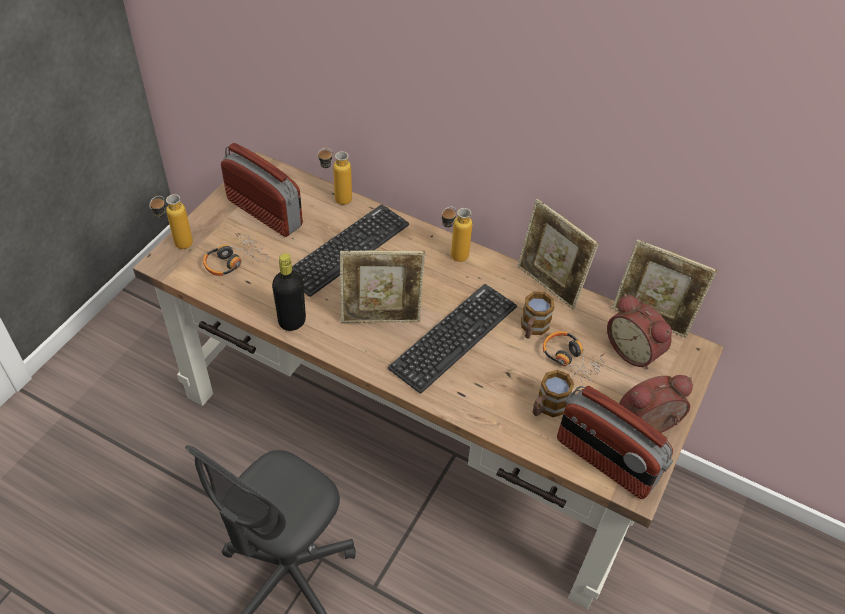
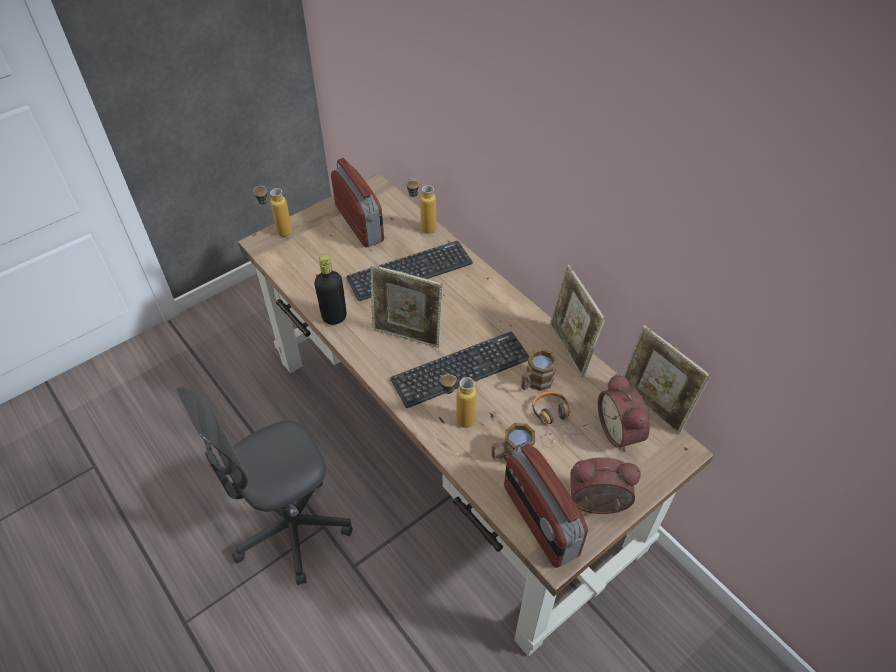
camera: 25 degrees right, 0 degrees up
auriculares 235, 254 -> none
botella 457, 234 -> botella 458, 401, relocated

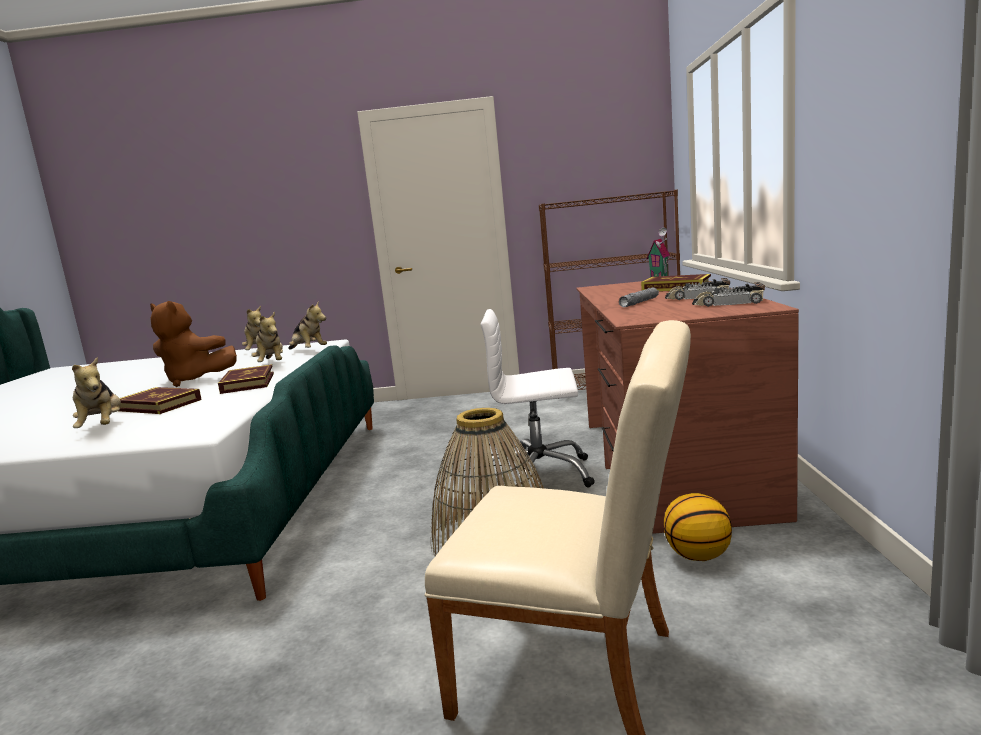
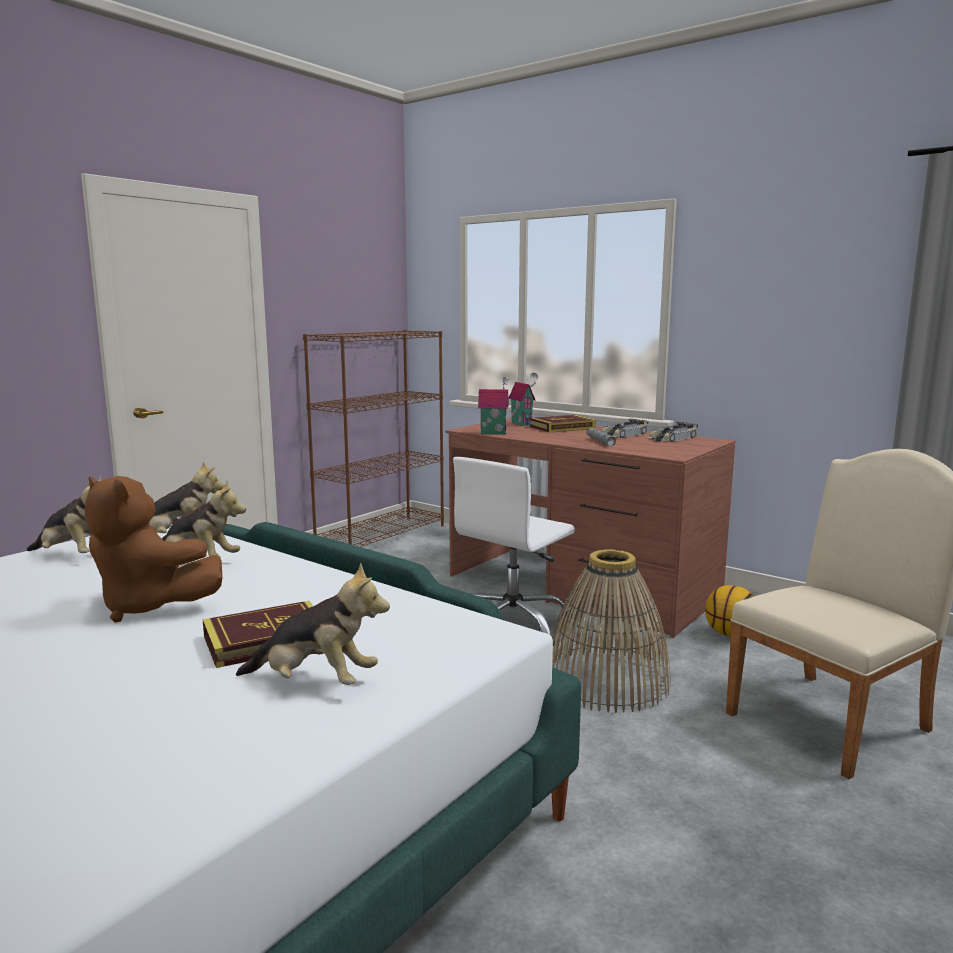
camera: 55 degrees left, 0 degrees up
libro 246, 379 -> none
none -> casita 493, 406
peluche [marrón] 193, 344 -> peluche [marrón] 154, 549, 60 degrees clockwise

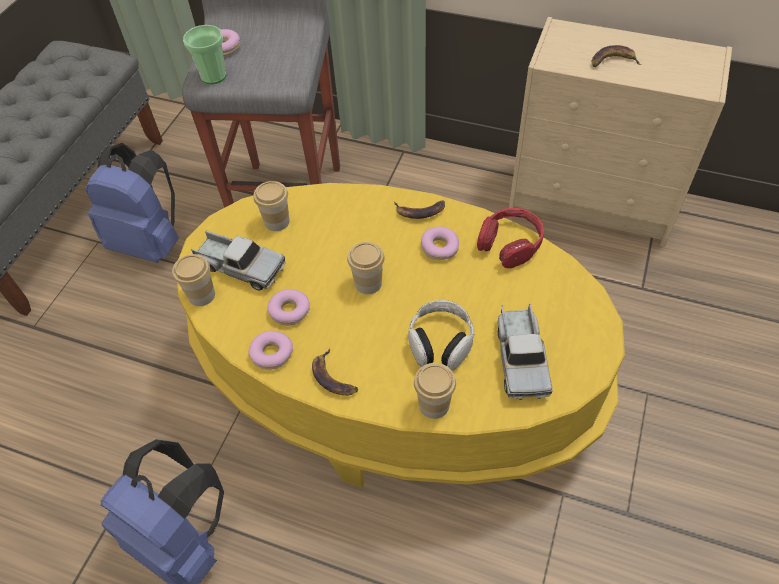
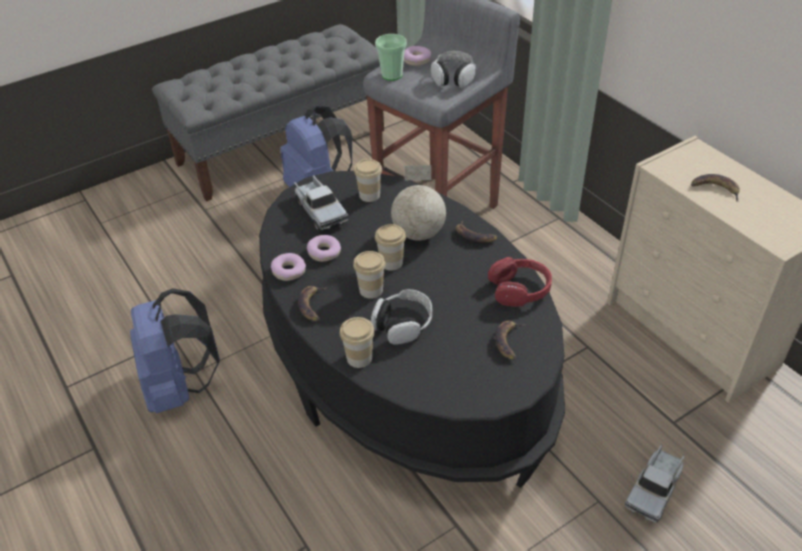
camera: 35 degrees right, 10 degrees down
rosquilla 440, 243 -> none
none -> globo terráqueo 418, 202
none -> auriculares 454, 69
none -> plátano 510, 340
taza 193, 280 -> taza 369, 275, relocated
camión de juguete 525, 352 -> camión de juguete 654, 483, relocated
mesa de centro [amarillo] 401, 335 -> mesa de centro [negro] 412, 329

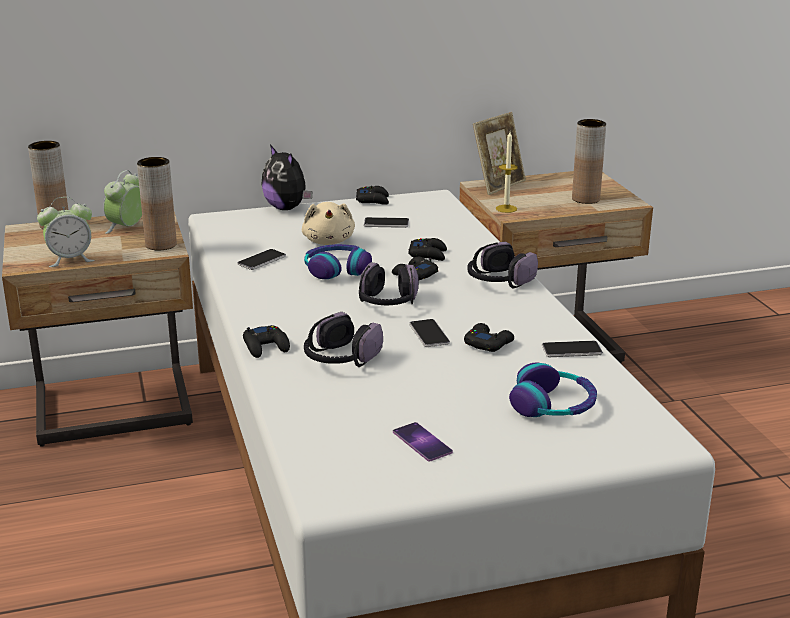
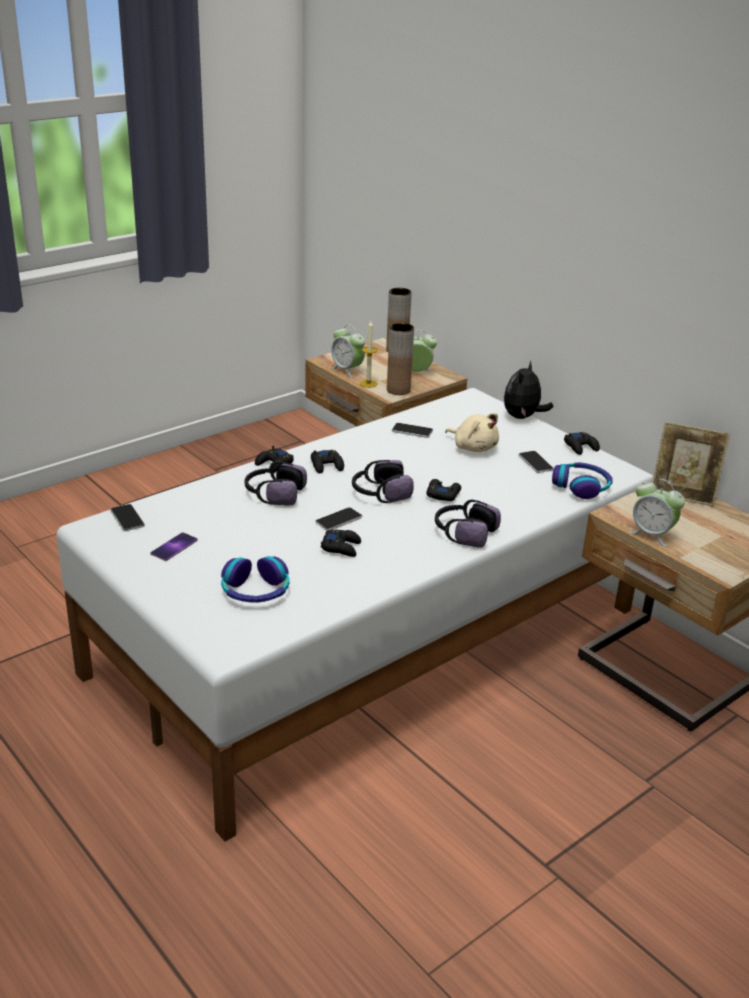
camera: 65 degrees right, 5 degrees up
florero [marrón] 589, 161 -> none
none -> despertador 656, 512
auriculares 338, 261 -> auriculares 582, 480, relocated
mando de consola [negro] 427, 249 -> mando de consola [negro] 327, 462, relocated
vela 507, 172 -> vela 369, 354, relocated
móvil 572, 349 -> móvil 127, 517, relocated
peluche [beis] 328, 223 -> peluche [beis] 472, 432, 105 degrees counterclockwise

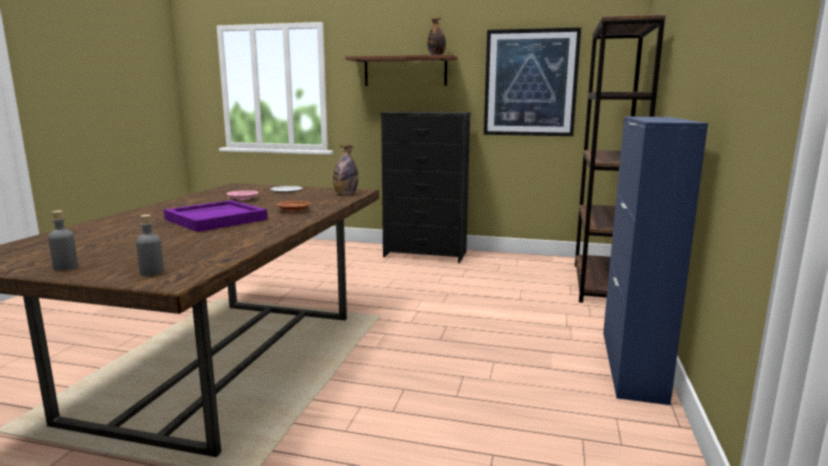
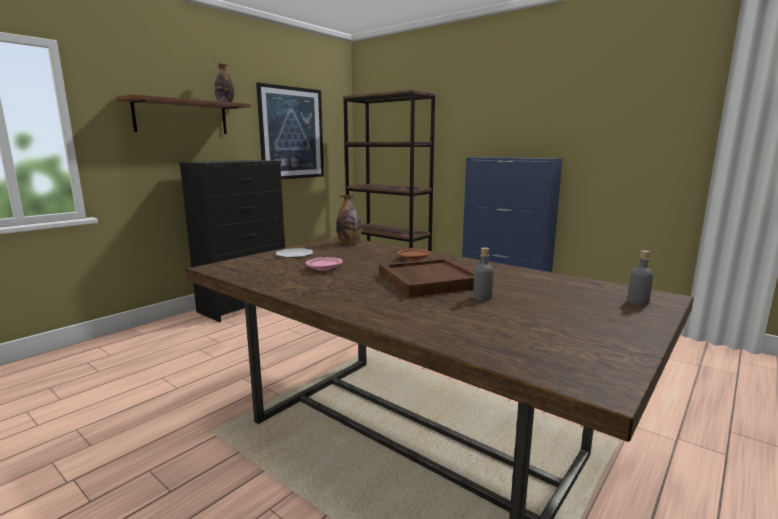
camera: 65 degrees left, 0 degrees up
botella [gris] 63, 240 -> botella [gris] 483, 274, relocated
bandeja [morado] 216, 216 -> bandeja [marrón] 426, 278

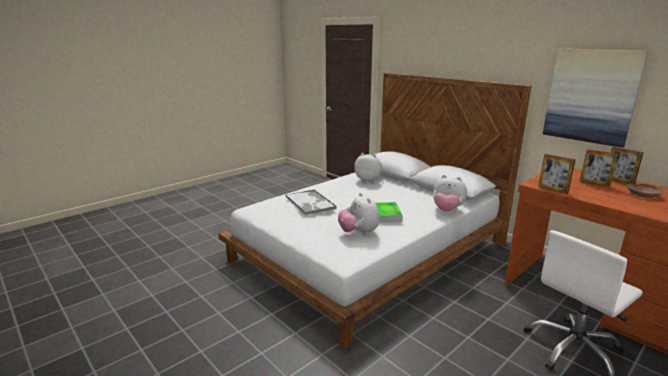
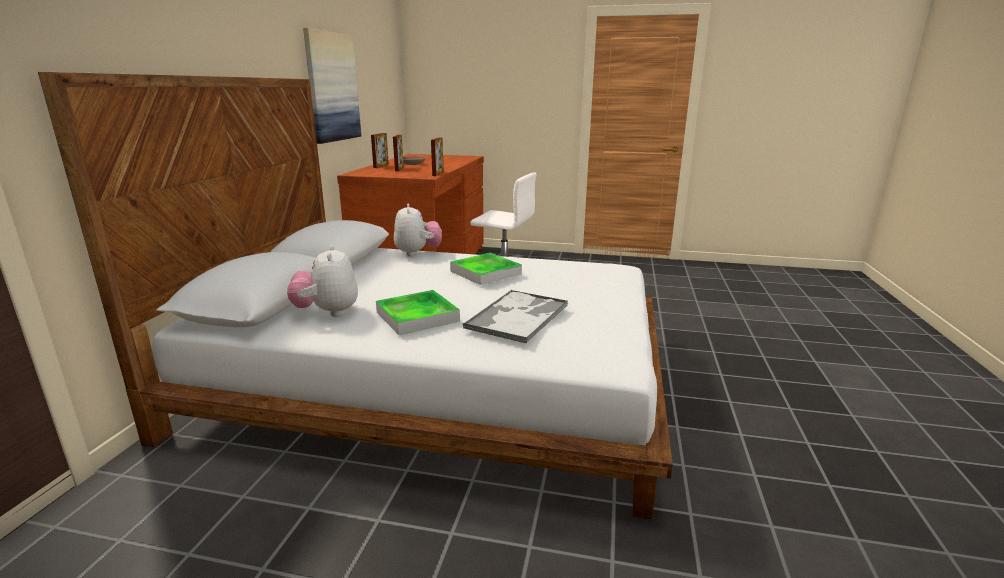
camera: 125 degrees left, 0 degrees up
peluche 359, 214 -> none
none -> bandeja 418, 312

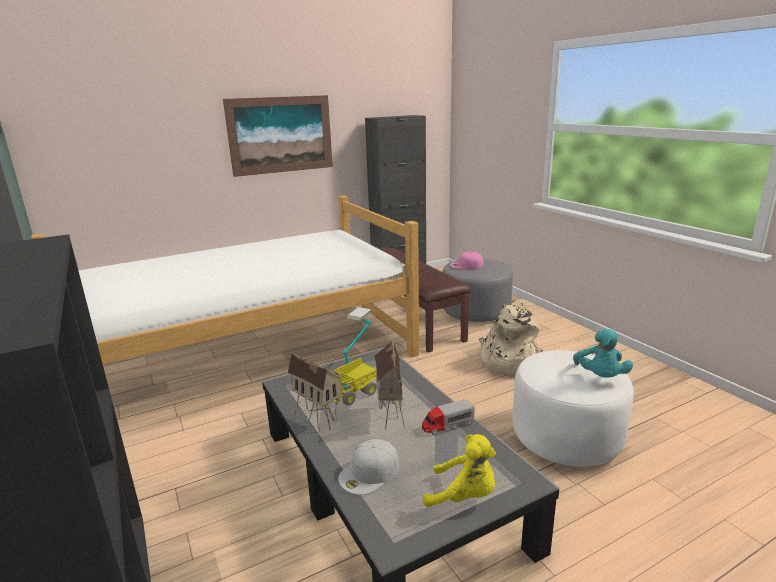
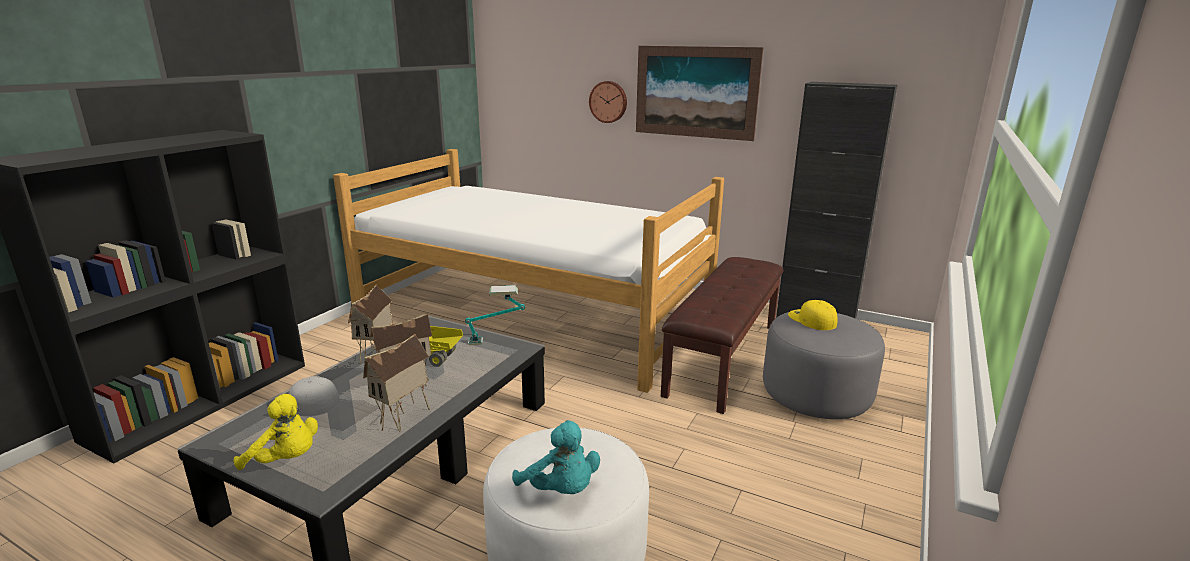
camera: 55 degrees right, 0 degrees up
mochila [beis] 511, 337 -> none
none -> reloj de pared 608, 102
camión de juguete 448, 417 -> casita 396, 383
gorra [rosa] 466, 260 -> gorra [amarillo] 813, 315
peluche [amarillo] 459, 470 -> peluche [amarillo] 276, 432, 60 degrees counterclockwise
peluche [turquesa] 603, 353 -> peluche [turquesa] 556, 457, 105 degrees counterclockwise

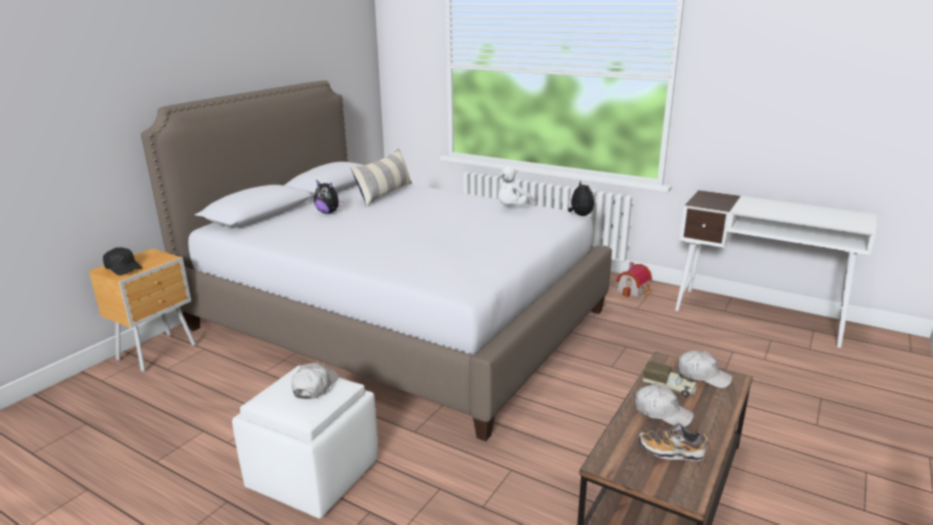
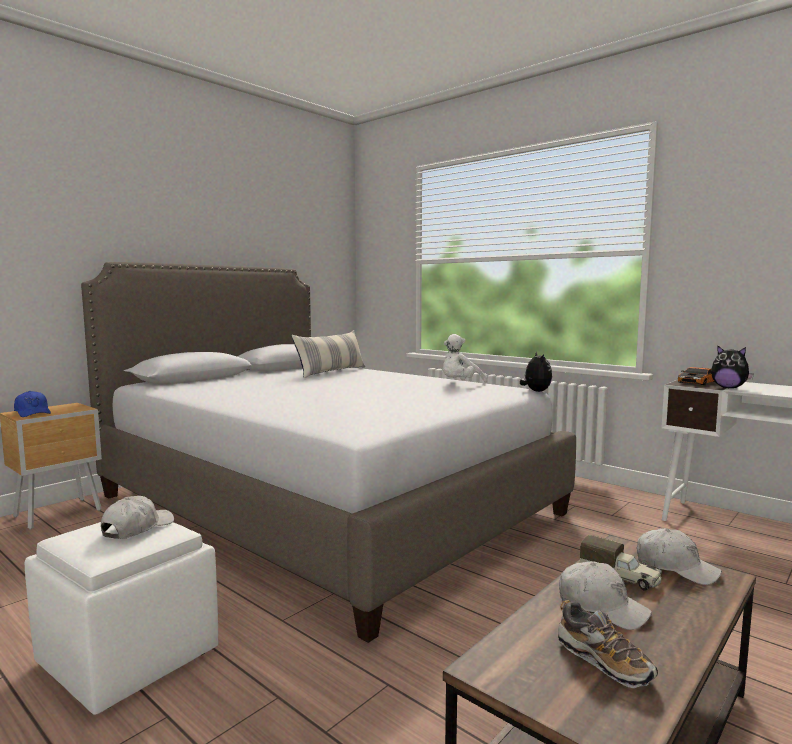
camera: 10 degrees right, 15 degrees down
casita 634, 280 -> none
none -> coche de juguete 696, 376
peluche 329, 197 -> peluche 732, 367, relocated
gorra [negro] 123, 261 -> gorra [azul] 32, 404
zapato 673, 442 -> zapato 608, 644, 150 degrees counterclockwise

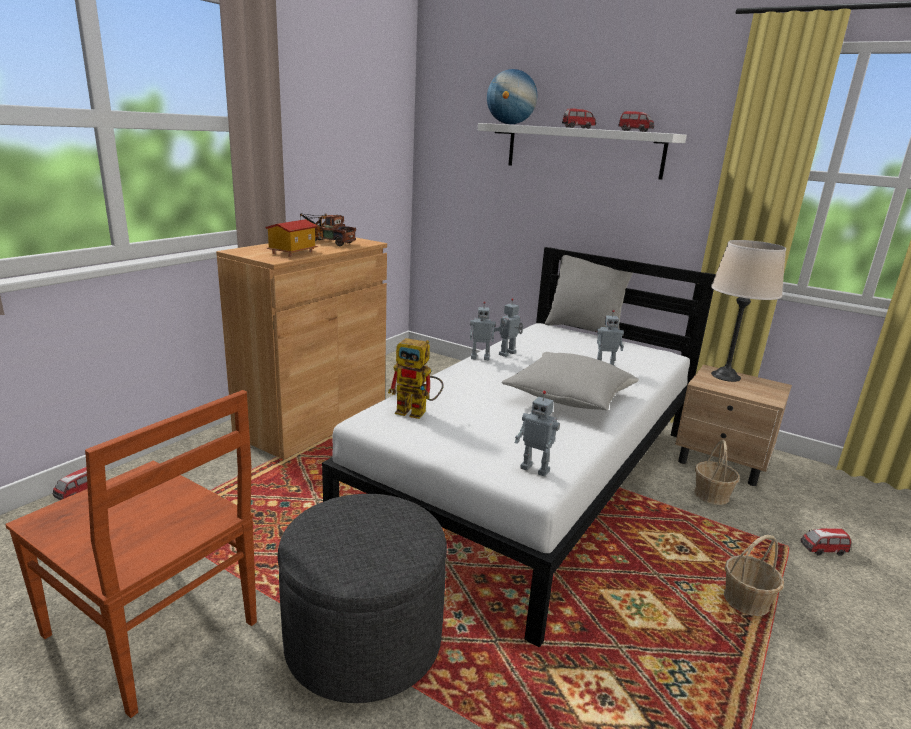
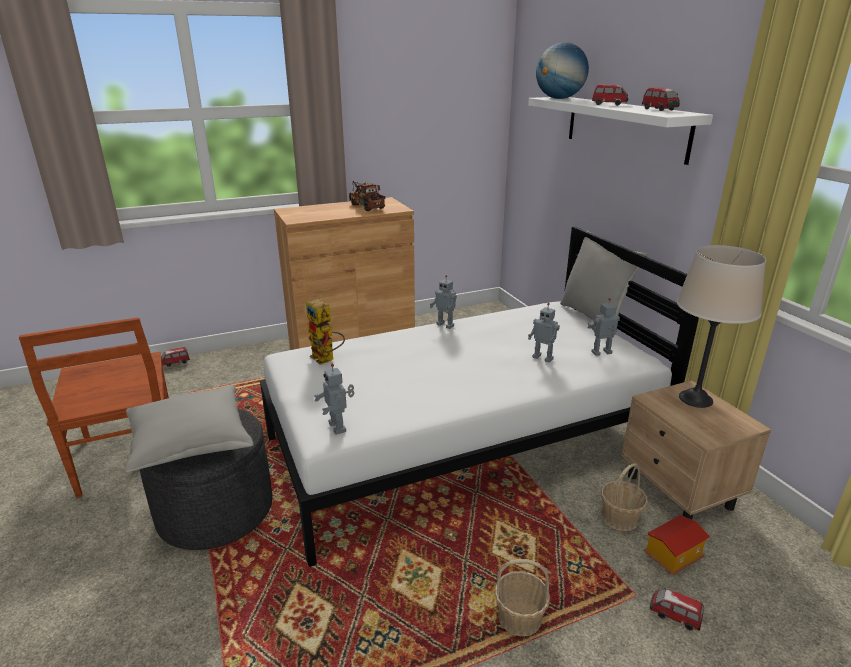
camera: 35 degrees right, 5 degrees up
casita 291, 238 -> casita 676, 545, relocated
robot de juguete 507, 327 -> robot de juguete 603, 327, relocated
cojín [gris] 570, 381 -> cojín [gris] 189, 428, relocated

